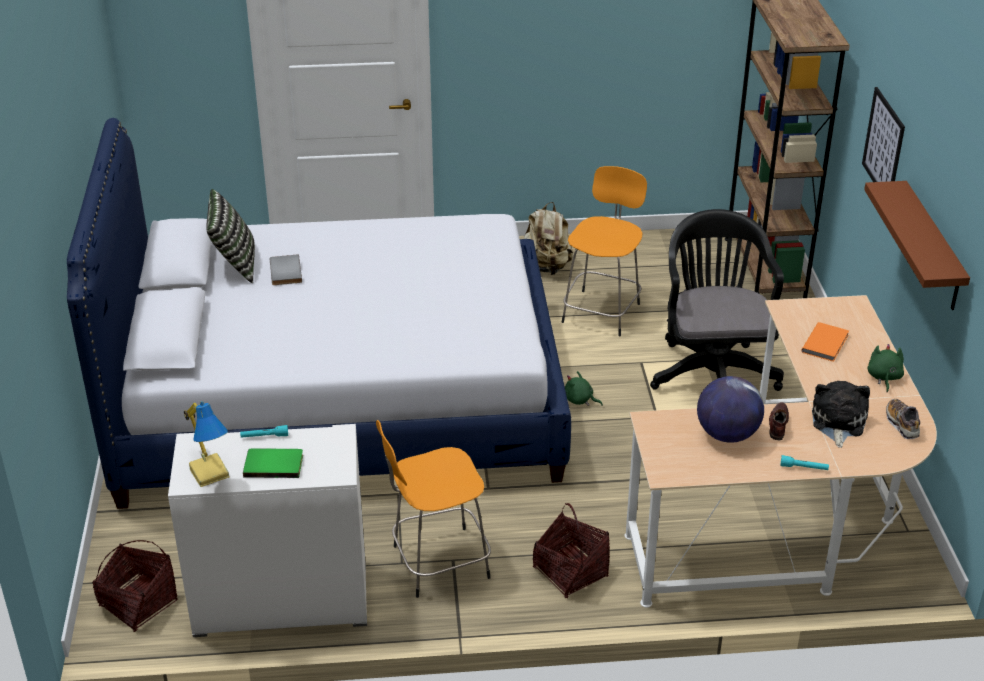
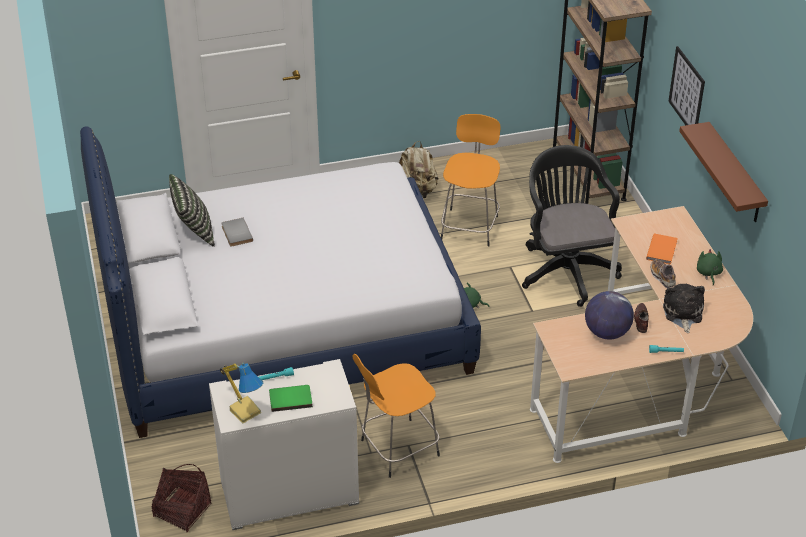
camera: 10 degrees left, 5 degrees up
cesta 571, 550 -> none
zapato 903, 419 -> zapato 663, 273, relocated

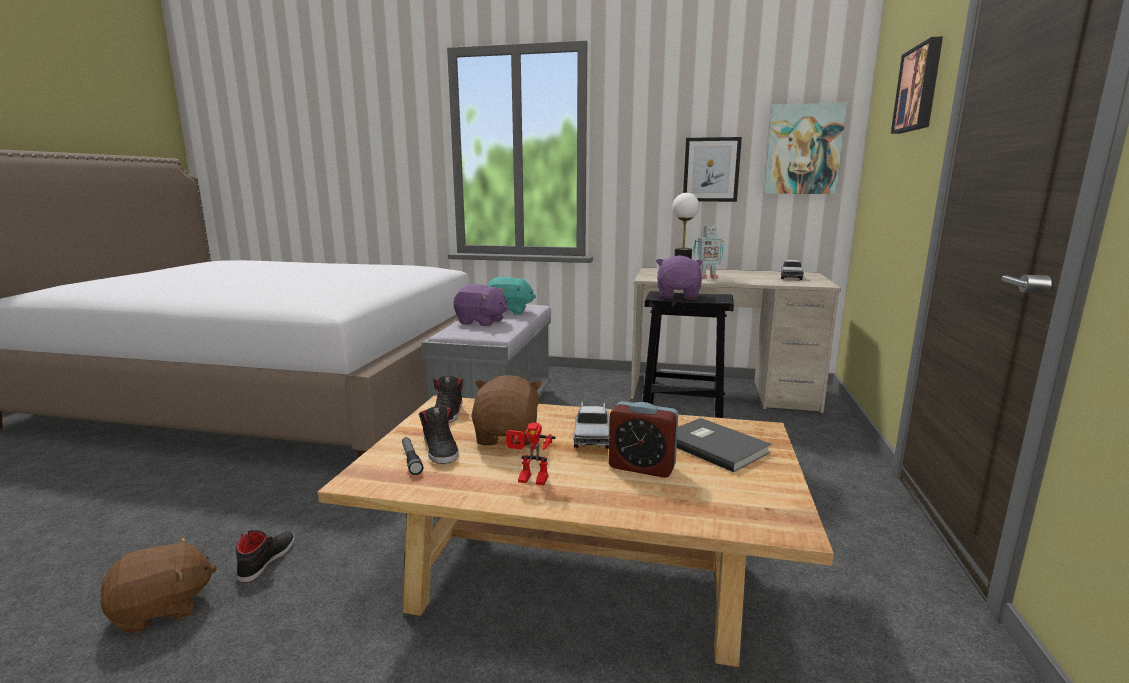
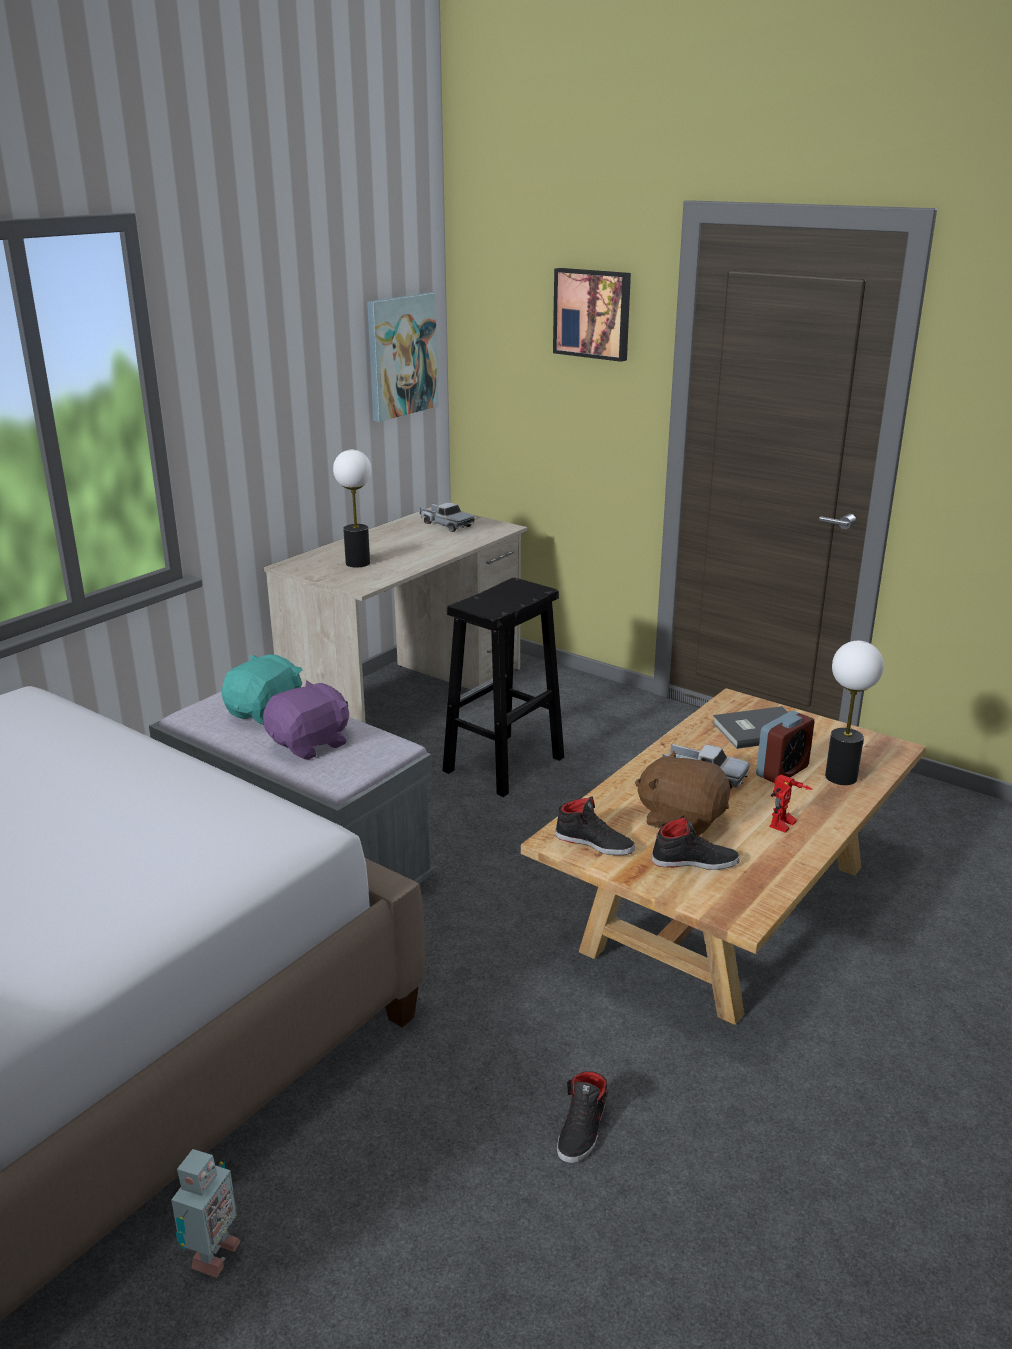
camera: 65 degrees left, 10 degrees up
peluche [marrón] 158, 585 -> none
linterna 413, 456 -> none
peluche [morado] 679, 277 -> none
cuadro 712, 169 -> none
none -> lámpara de mesa 854, 713
robot de juguete 708, 252 -> robot de juguete 206, 1213, relocated
zapato [negro] 265, 556 -> zapato [negro] 583, 1117, 105 degrees counterclockwise

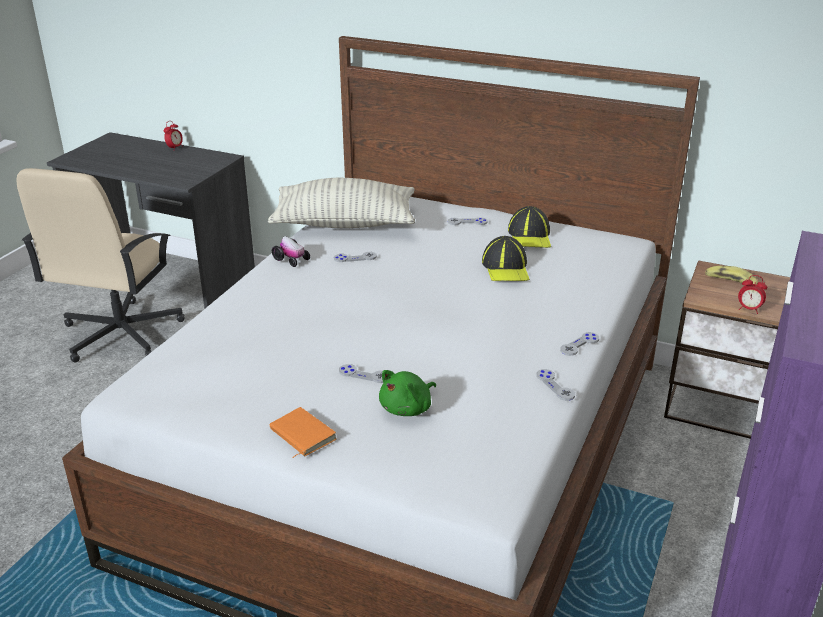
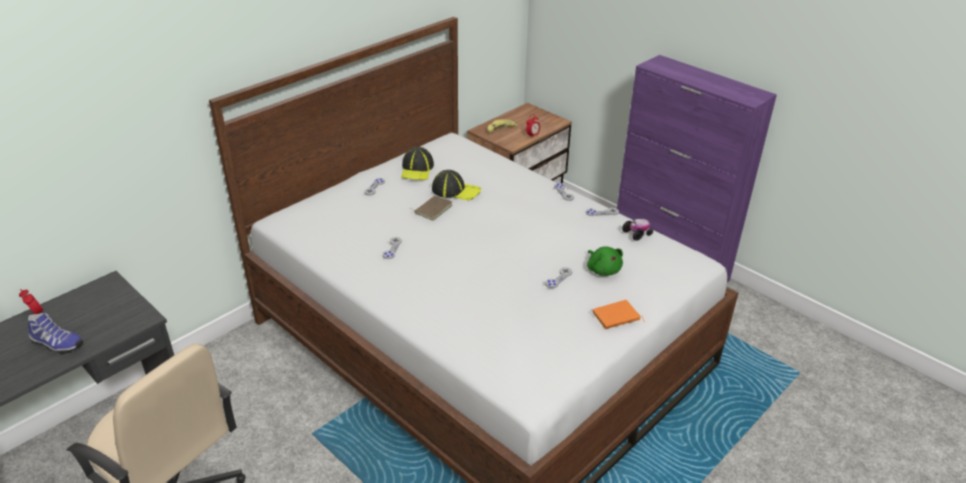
camera: 70 degrees left, 5 degrees up
cojín 341, 203 -> none
none -> zapato 55, 333
none -> libro [marrón] 431, 208
coche de juguete 291, 251 -> coche de juguete 637, 230, relocated
gorra 529, 227 -> gorra 417, 163, 75 degrees clockwise

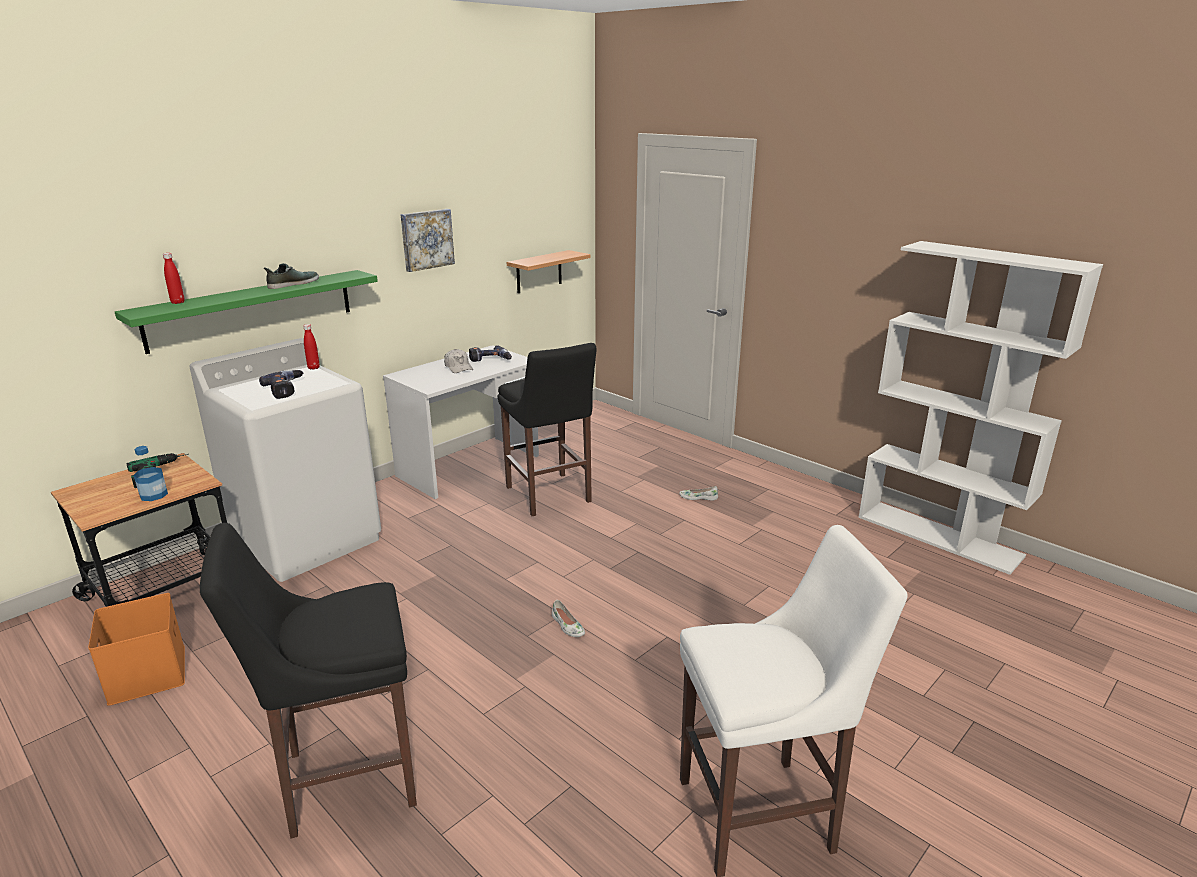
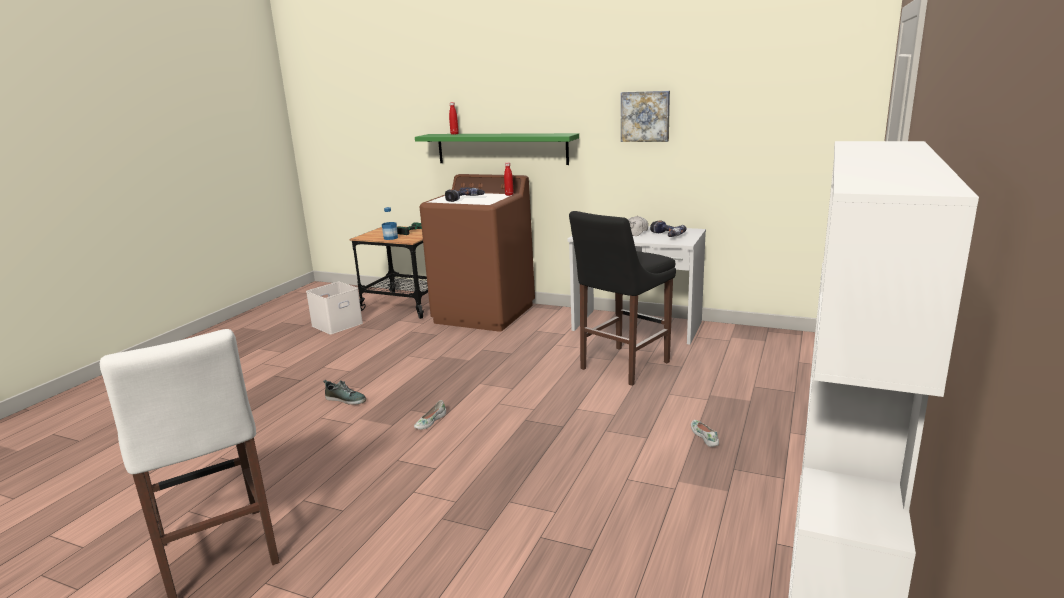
camera: 70 degrees right, 5 degrees down
taburete [negro] 308, 681 -> none
estante 549, 271 -> none
zapato 291, 276 -> zapato 344, 392, relocated
caja de almacenaje [naranja] 136, 649 -> caja de almacenaje [blanco] 334, 308
lavadora [blanco] 285, 460 -> lavadora [marrón] 477, 253

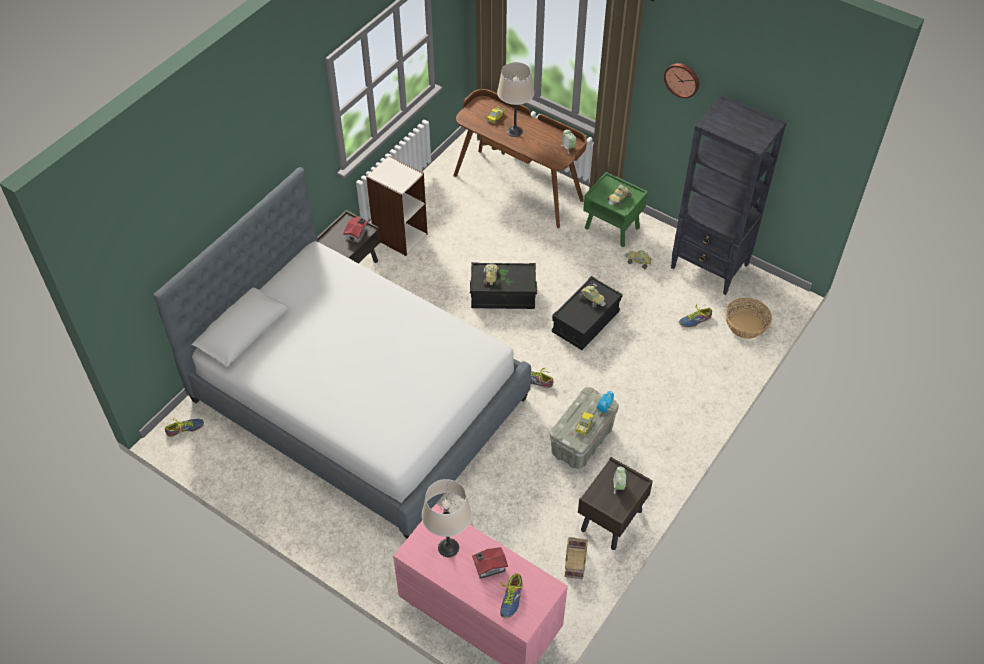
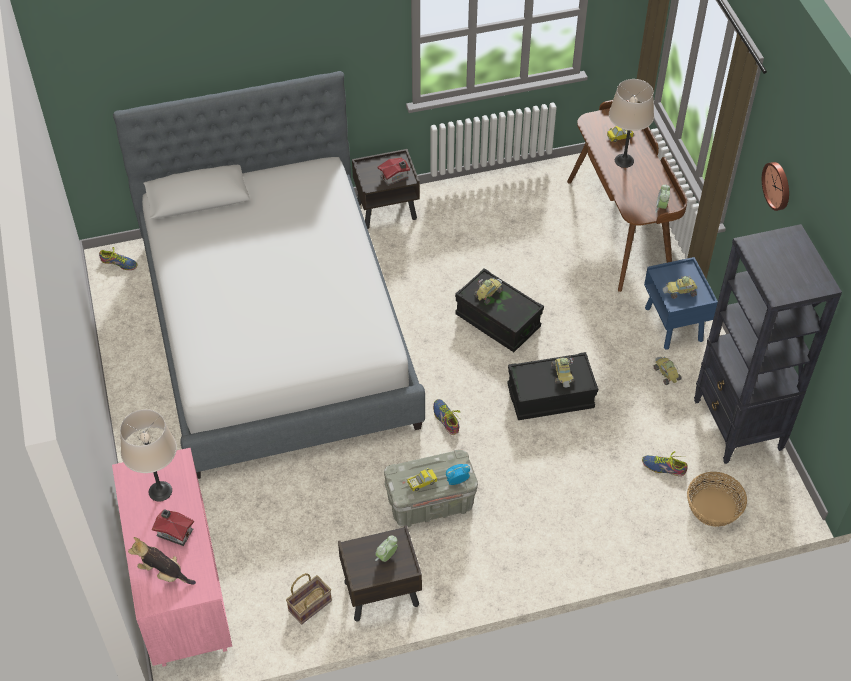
camera: 40 degrees right, 0 degrees up
estantería 397, 205 -> none
zapato 512, 595 -> peluche 162, 560
mesita de noche [verde] 615, 209 -> mesita de noche [azul] 681, 303

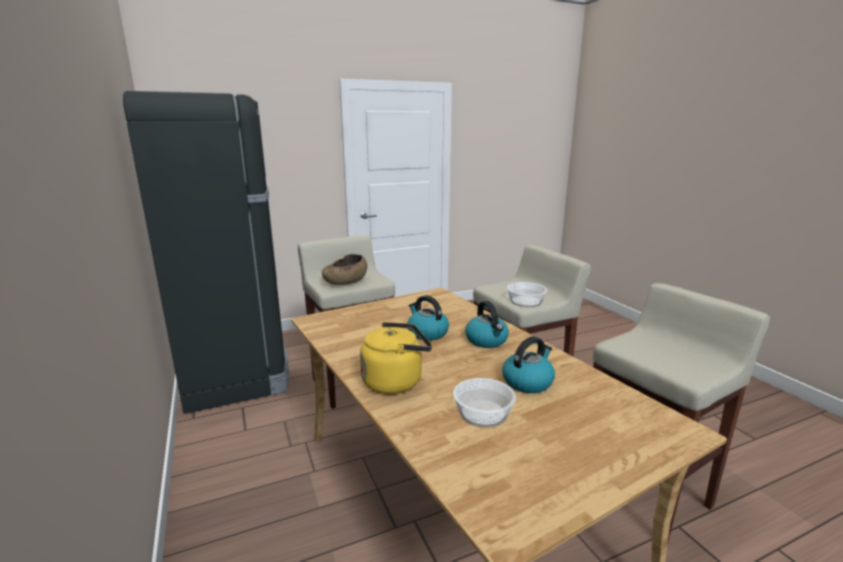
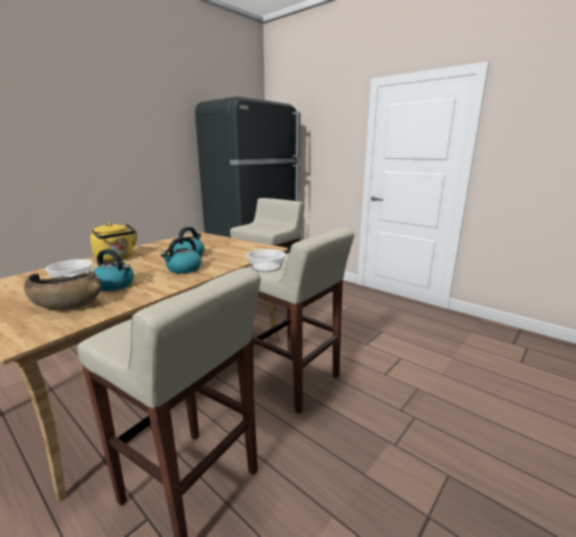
camera: 65 degrees right, 0 degrees up
cuenco [marrón] 344, 269 -> cuenco [marrón] 62, 290, relocated

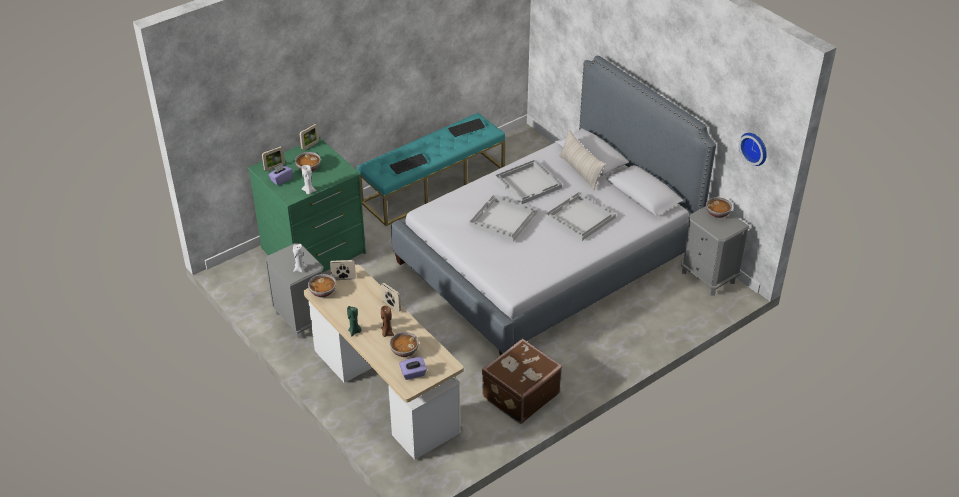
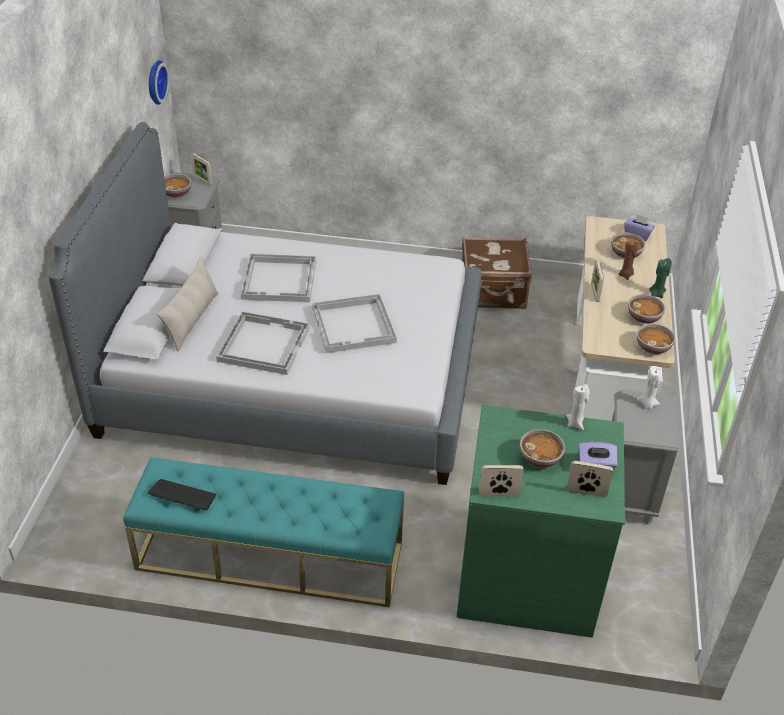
camera: 135 degrees left, 0 degrees up
teclado 409, 163 -> none
none -> cuenco 646, 309
portarretratos 343, 270 -> portarretratos 202, 169, relocated

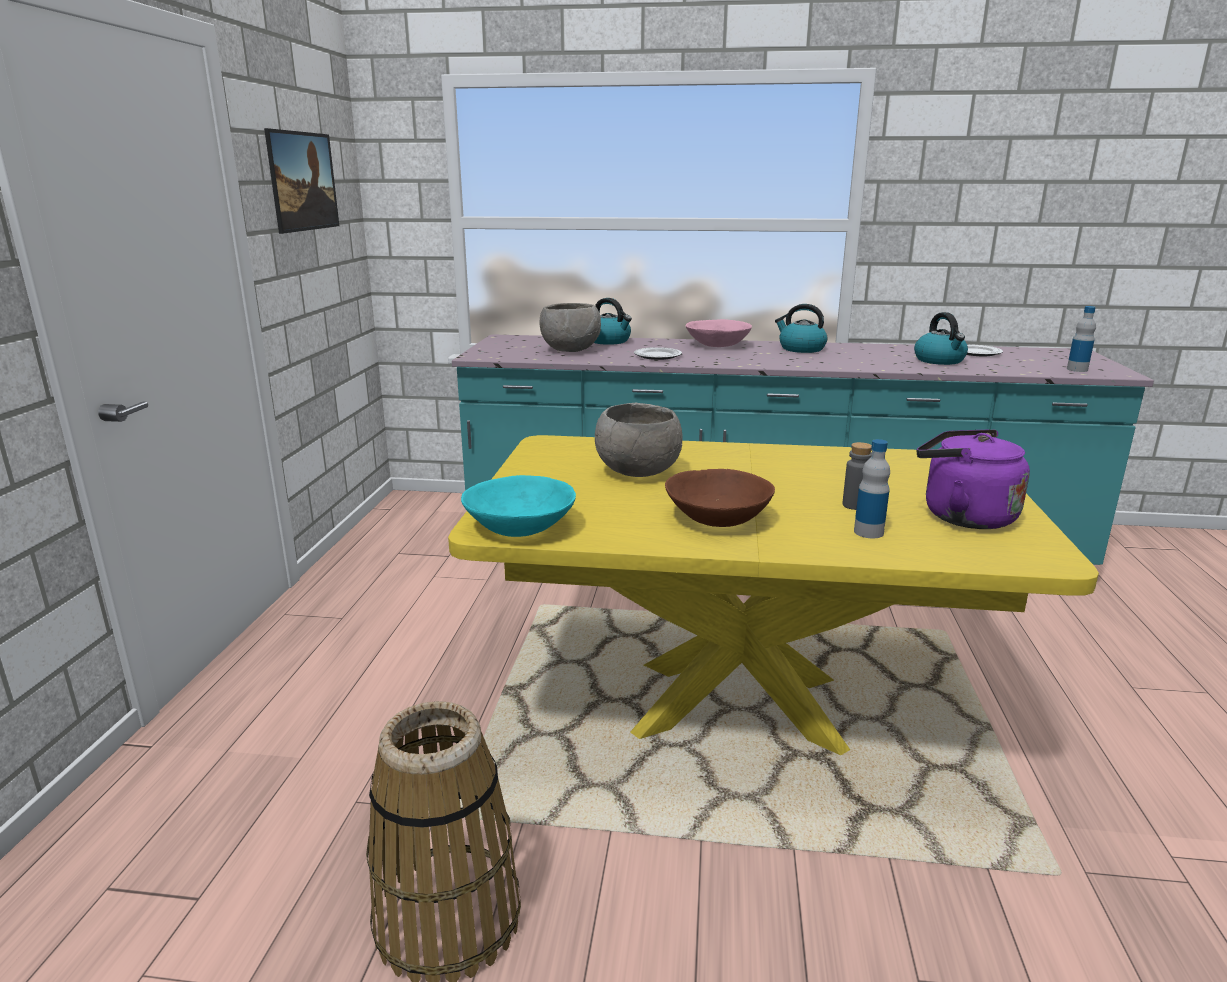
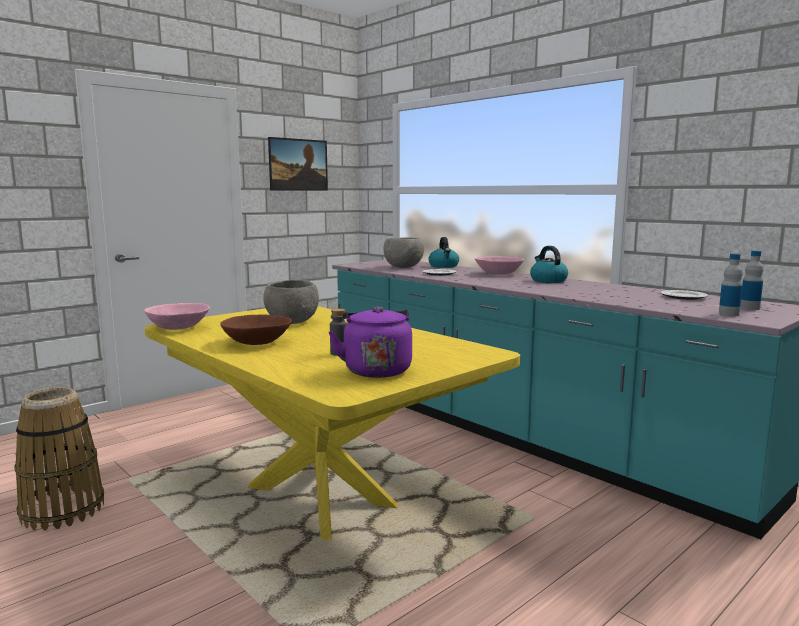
camera: 40 degrees right, 10 degrees down
hervidor 941, 338 -> none
botella 872, 488 -> botella 751, 280, relocated
cuenco [turquesa] 518, 506 -> cuenco [rosa] 177, 316

